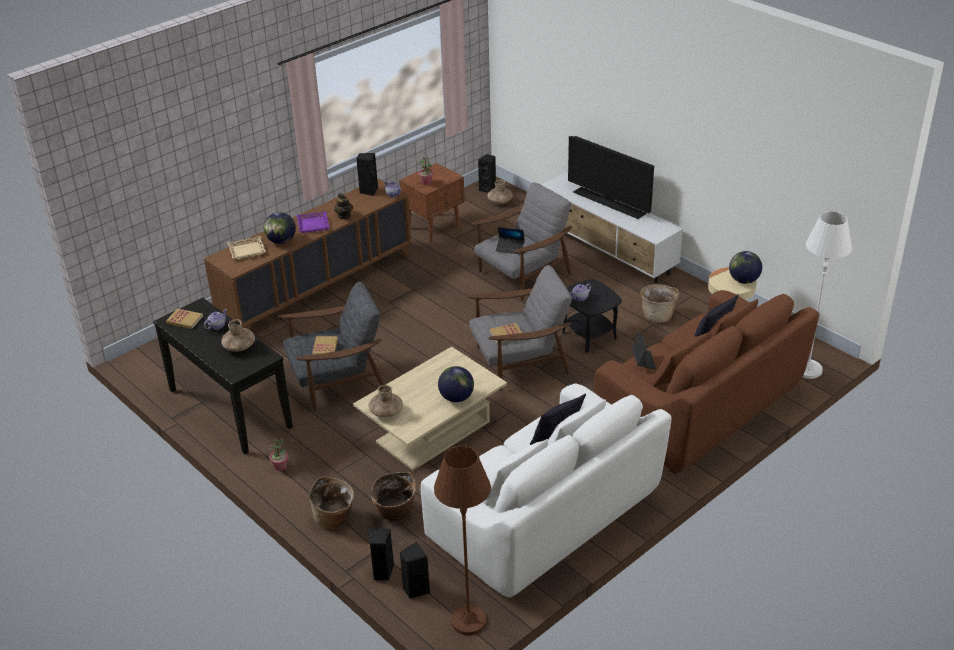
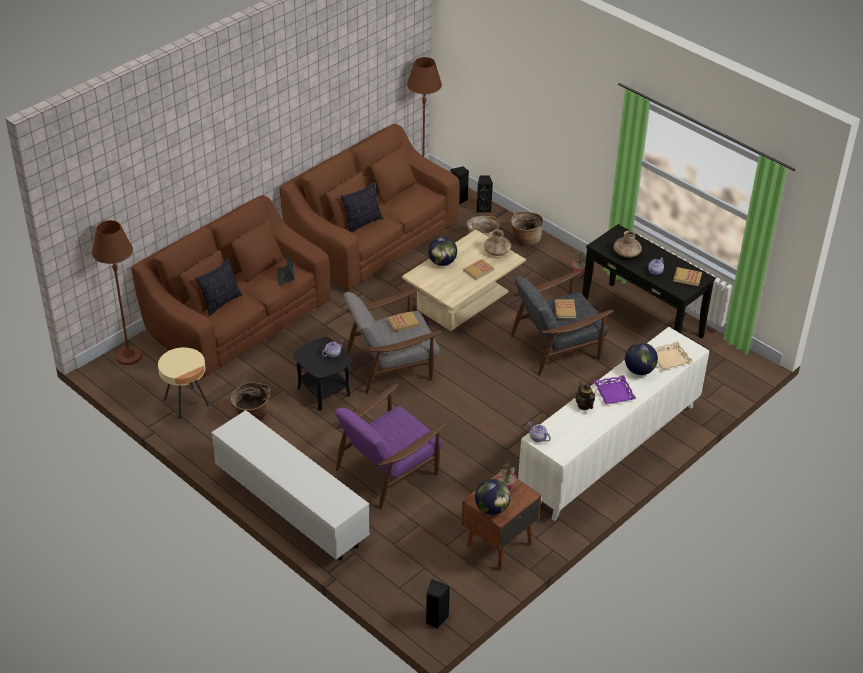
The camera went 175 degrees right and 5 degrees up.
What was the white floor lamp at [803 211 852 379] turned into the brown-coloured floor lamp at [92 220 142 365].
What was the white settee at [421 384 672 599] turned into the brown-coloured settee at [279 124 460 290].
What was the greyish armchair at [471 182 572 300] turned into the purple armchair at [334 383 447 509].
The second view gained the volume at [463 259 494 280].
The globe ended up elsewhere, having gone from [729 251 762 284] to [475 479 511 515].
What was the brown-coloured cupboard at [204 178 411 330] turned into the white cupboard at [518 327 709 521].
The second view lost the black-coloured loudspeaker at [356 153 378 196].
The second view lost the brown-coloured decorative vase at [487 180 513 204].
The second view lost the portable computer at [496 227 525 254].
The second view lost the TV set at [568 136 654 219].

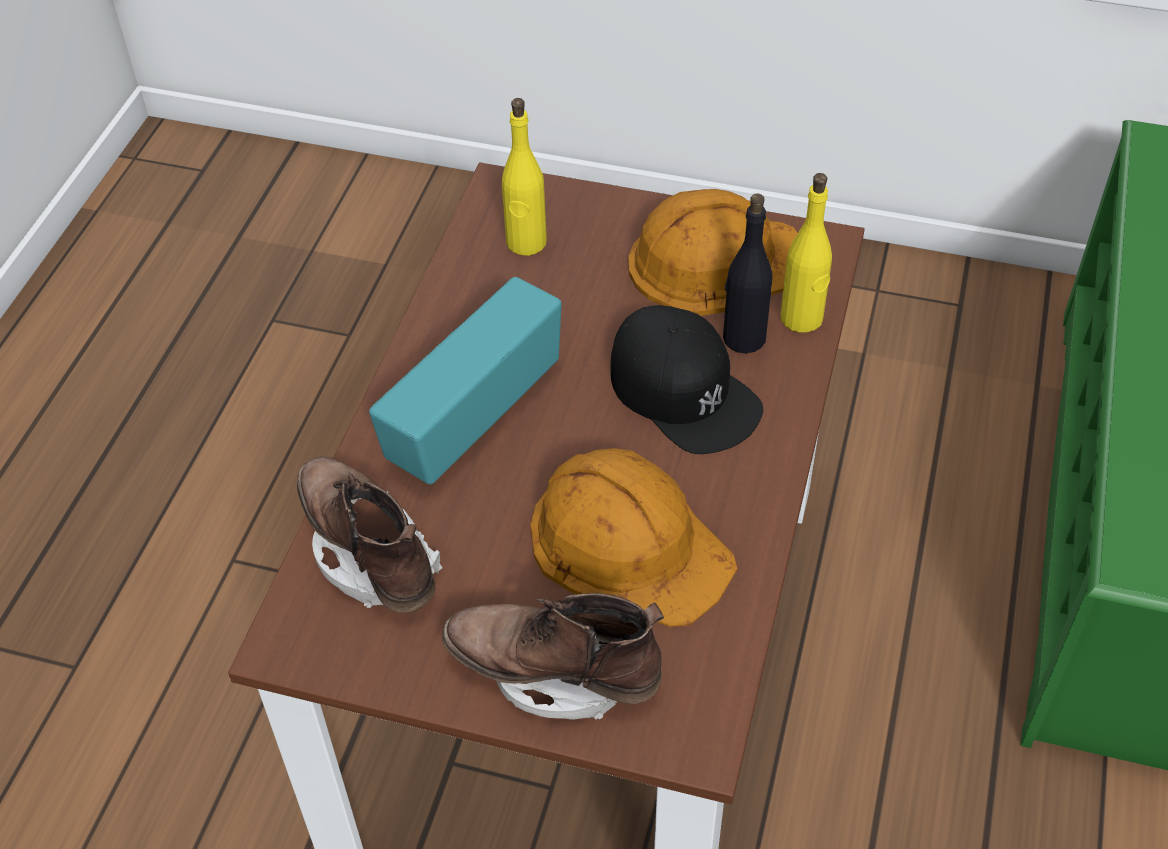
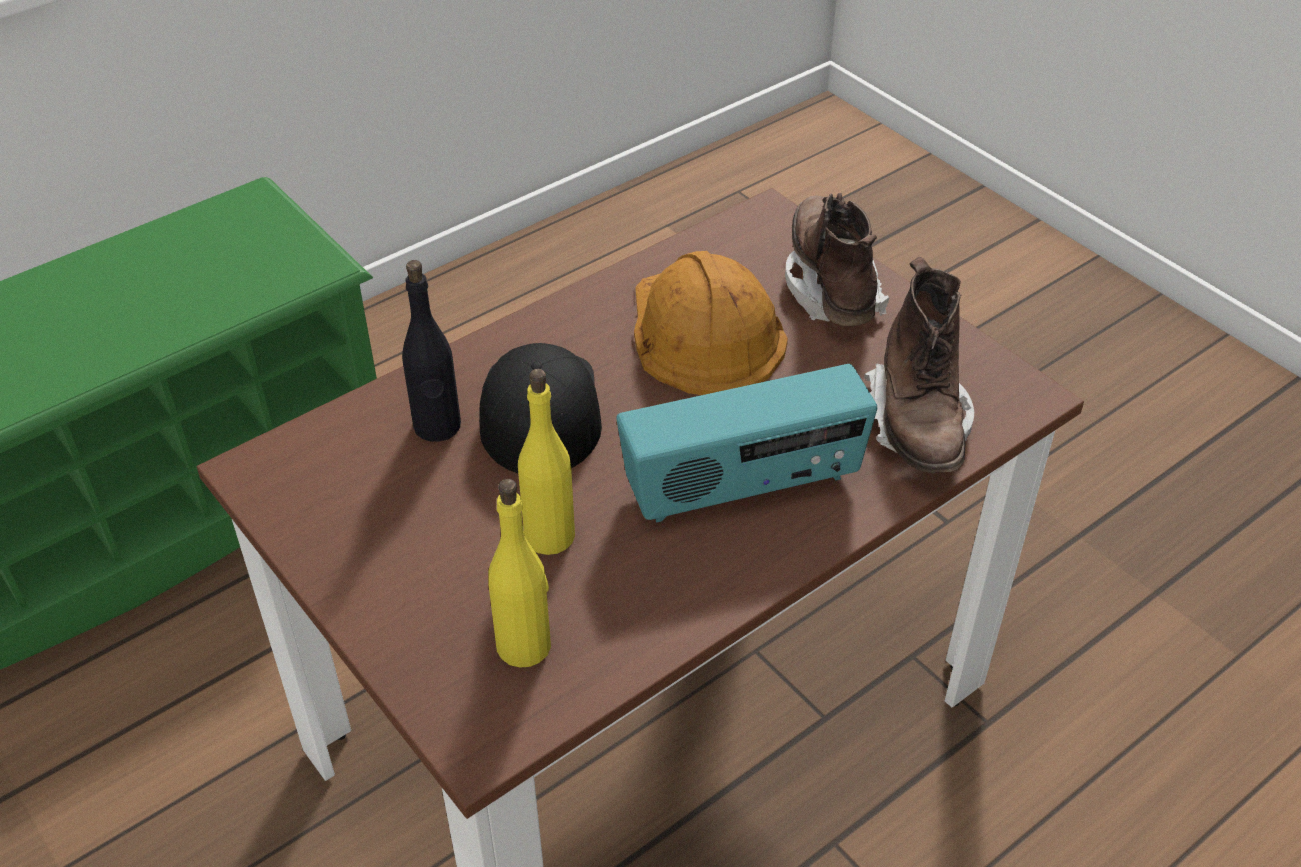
The camera went 145 degrees left and 5 degrees down.
The yellow drink bottle ended up elsewhere, having gone from [781 173 832 333] to [518 369 575 555].
The brown-coloured high-top boot at [442 593 664 720] ended up facing another way, 150 degrees counterclockwise from before.
The second view lost the orange safety helmet at [628 189 798 316].

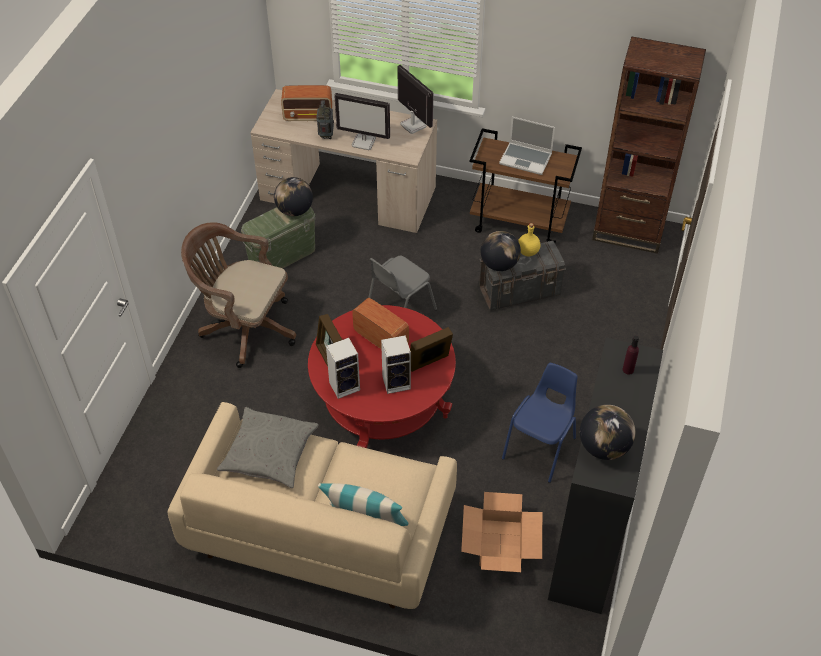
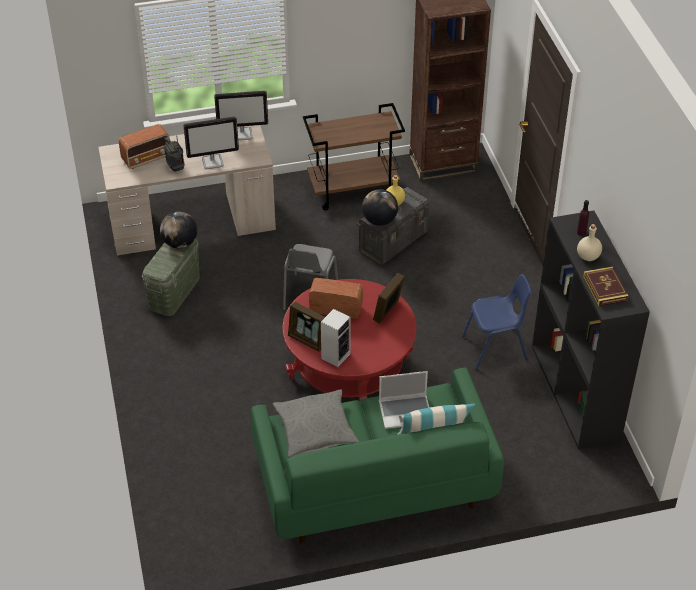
The camera went 30 degrees left and 5 degrees down.
The computer screen at [398 65 433 134] ended up facing another way, 150 degrees clockwise from before.
What was the beige-coloured settee at [168 402 457 609] turned into the green-coloured settee at [251 368 504 543].
The portable computer ended up elsewhere, having gone from [499 116 555 175] to [379 371 429 429].
The bluish upright chair at [502 363 578 483] ended up facing another way, 75 degrees clockwise from before.
The second view gained the beige-coloured drink bottle at [577 224 602 261].
Where the globe stood at [580 405 636 460], the volume came to stand at [583 266 629 306].
The second view lost the brown-coloured computer chair at [181 222 296 368].
The second view lost the loudspeaker at [381 335 411 394].
The second view lost the packing box at [461 492 542 572].

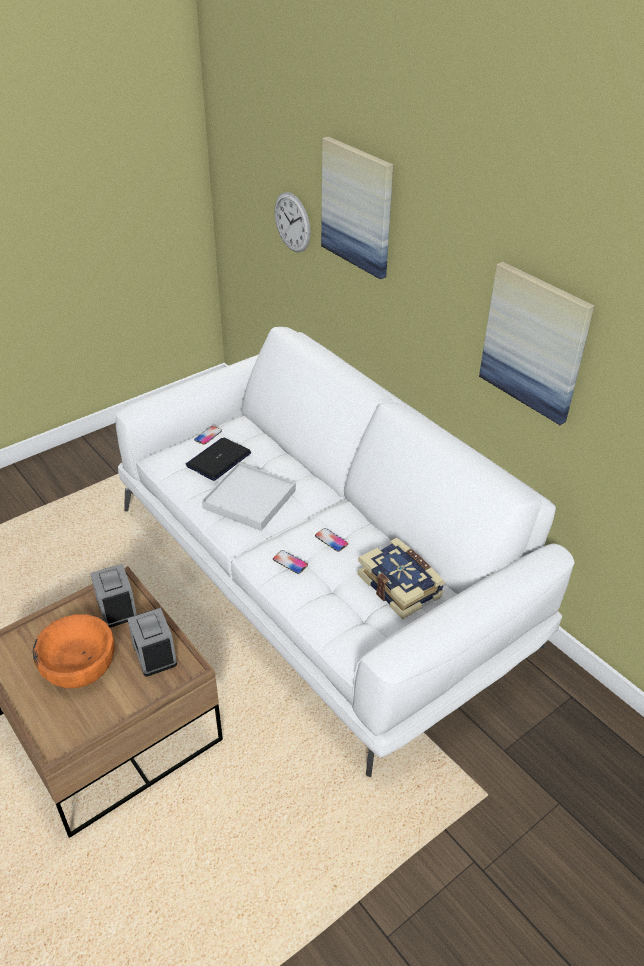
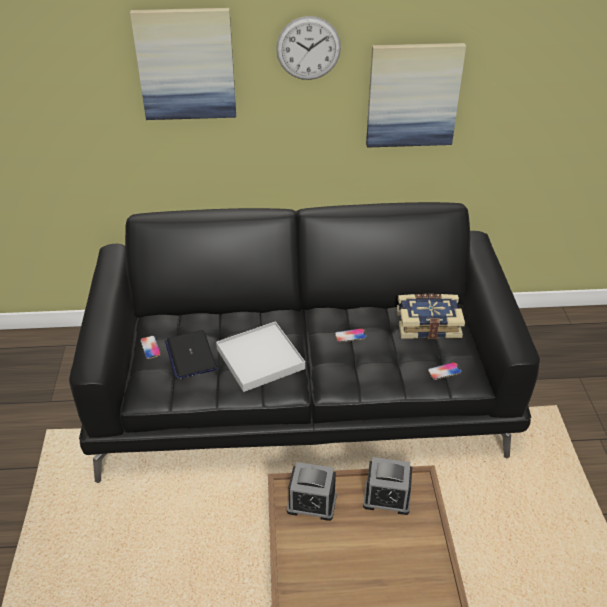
The camera went 55 degrees left and 0 degrees up.
What was the white settee at [115 327 575 777] turned into the black-coloured settee at [69 202 540 483].
The hanging clock ended up elsewhere, having gone from [274 192 311 252] to [276 16 341 80].
The handset ended up elsewhere, having gone from [273 550 308 574] to [428 362 462 380].
The second view lost the orange deep dish at [33 614 115 688].

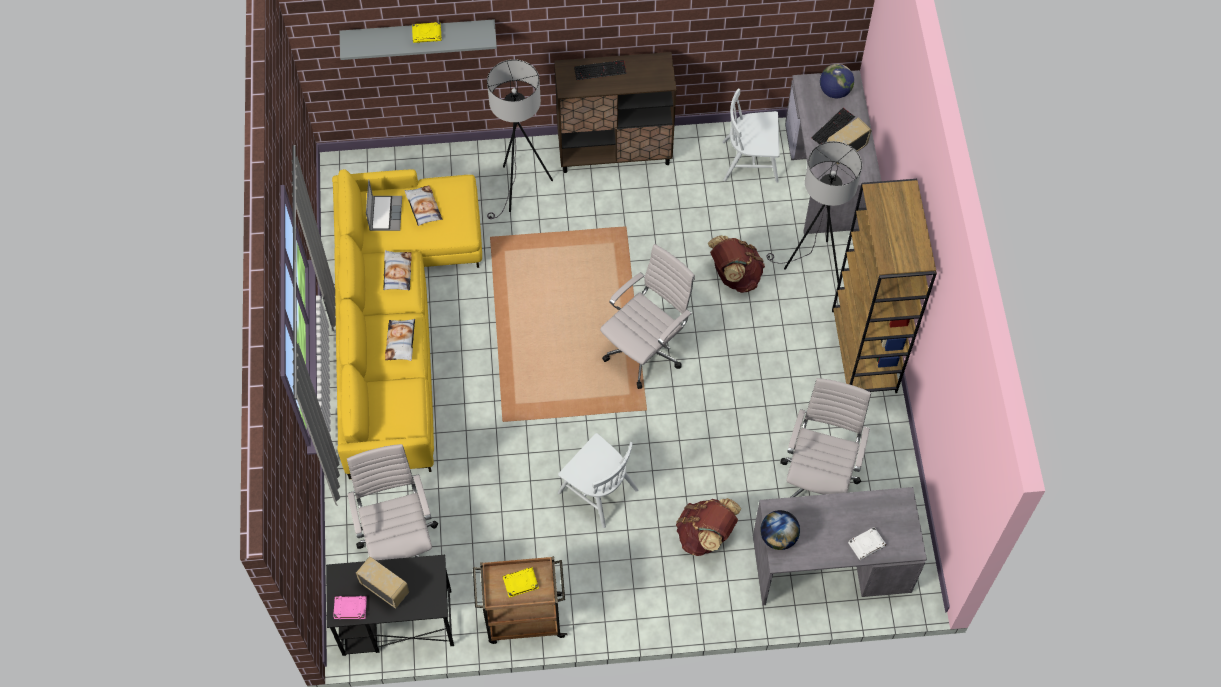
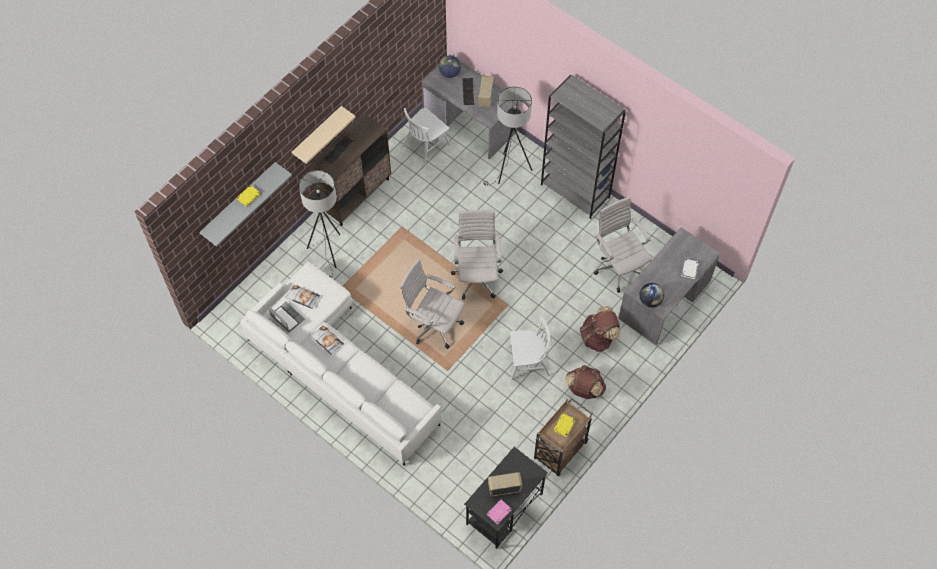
The camera went 45 degrees left and 0 degrees up.
What was the yellow settee at [332 169 482 479] turned into the white settee at [240 261 442 466].
The second view gained the beige-coloured bracket shelf at [292 106 356 164].
The white computer chair ended up elsewhere, having gone from [347 444 438 560] to [400 259 465 349].
What was the brown-coloured bookshelf at [832 179 937 393] turned into the greyish bookshelf at [541 74 626 219].
The brown-coloured knapsack ended up elsewhere, having gone from [708 235 765 293] to [565 365 606 399].
The second view lost the throw pillow at [385 319 415 361].

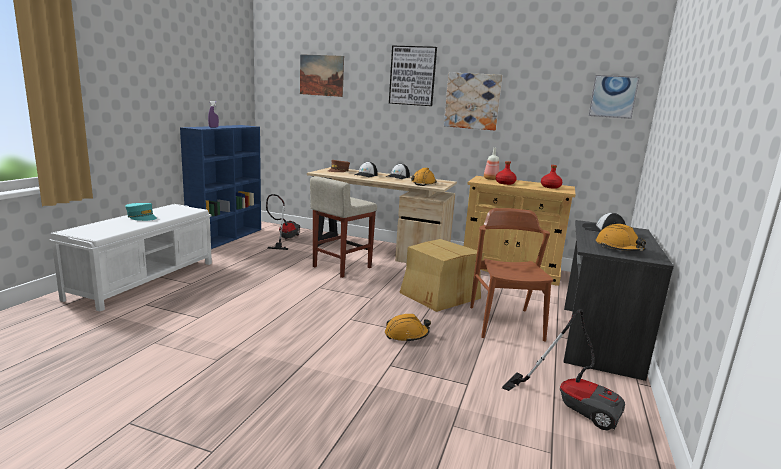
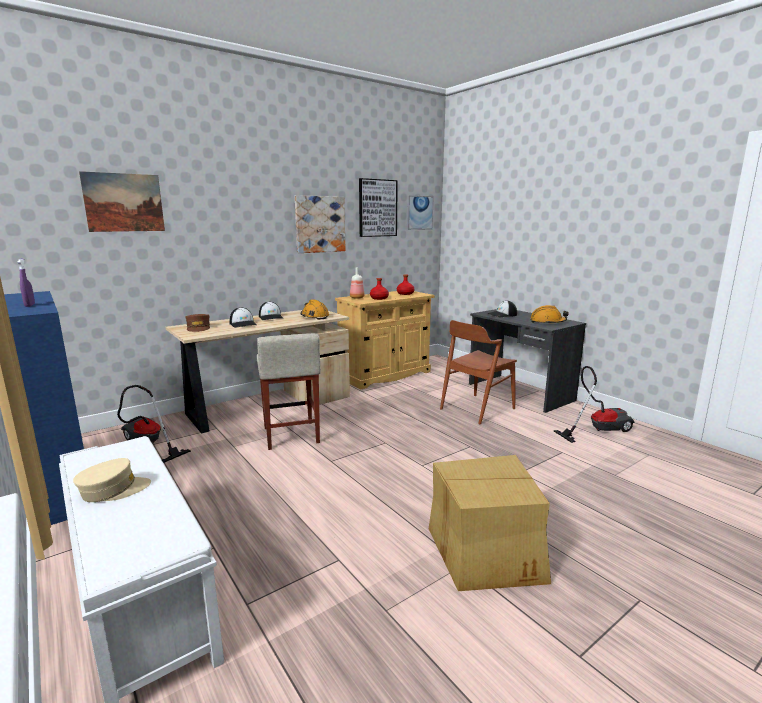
The camera went 55 degrees left and 0 degrees up.
What was the turquoise peaked cap at [125 203 157 221] turned into the beige-coloured peaked cap at [73 458 151 502].
The picture ended up elsewhere, having gone from [389 46 437 106] to [359 178 398 237].
The packing box ended up elsewhere, having gone from [399 239 484 312] to [429 455 551 591].
The brown-coloured upright chair at [470 208 553 342] ended up facing another way, 75 degrees counterclockwise from before.
The second view lost the orange safety helmet at [385 314 431 343].

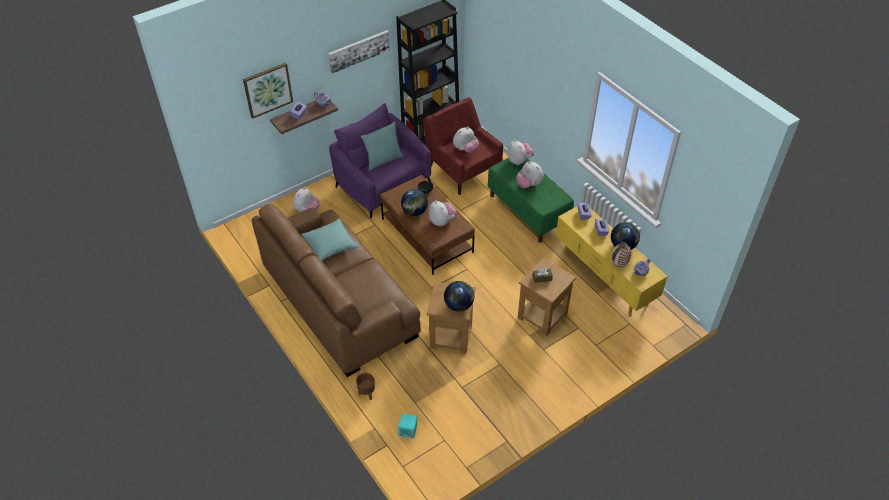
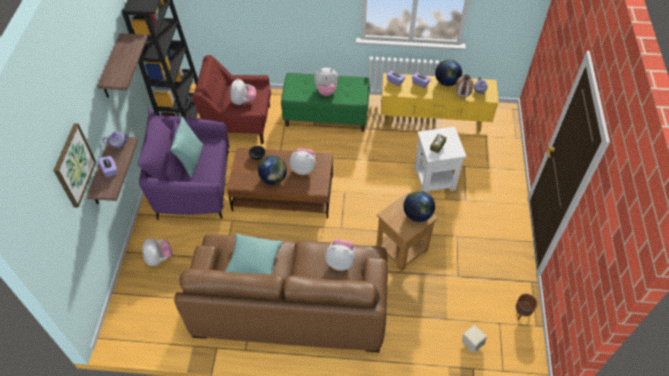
The camera went 50 degrees left and 5 degrees up.
Where the picture hung at [328 30 390 74], the bracket shelf came to hang at [97 33 148 98].
The soft toy ended up elsewhere, having gone from [507 140 534 165] to [325 239 355 271].
What was the brown-coloured end table at [518 258 576 336] turned into the white end table at [414 127 467 193].
What was the turquoise loudspeaker at [398 414 417 438] turned into the beige-coloured loudspeaker at [462 325 487 353].
The brown-coloured plant pot ended up elsewhere, having gone from [356 373 375 400] to [516 294 537 320].

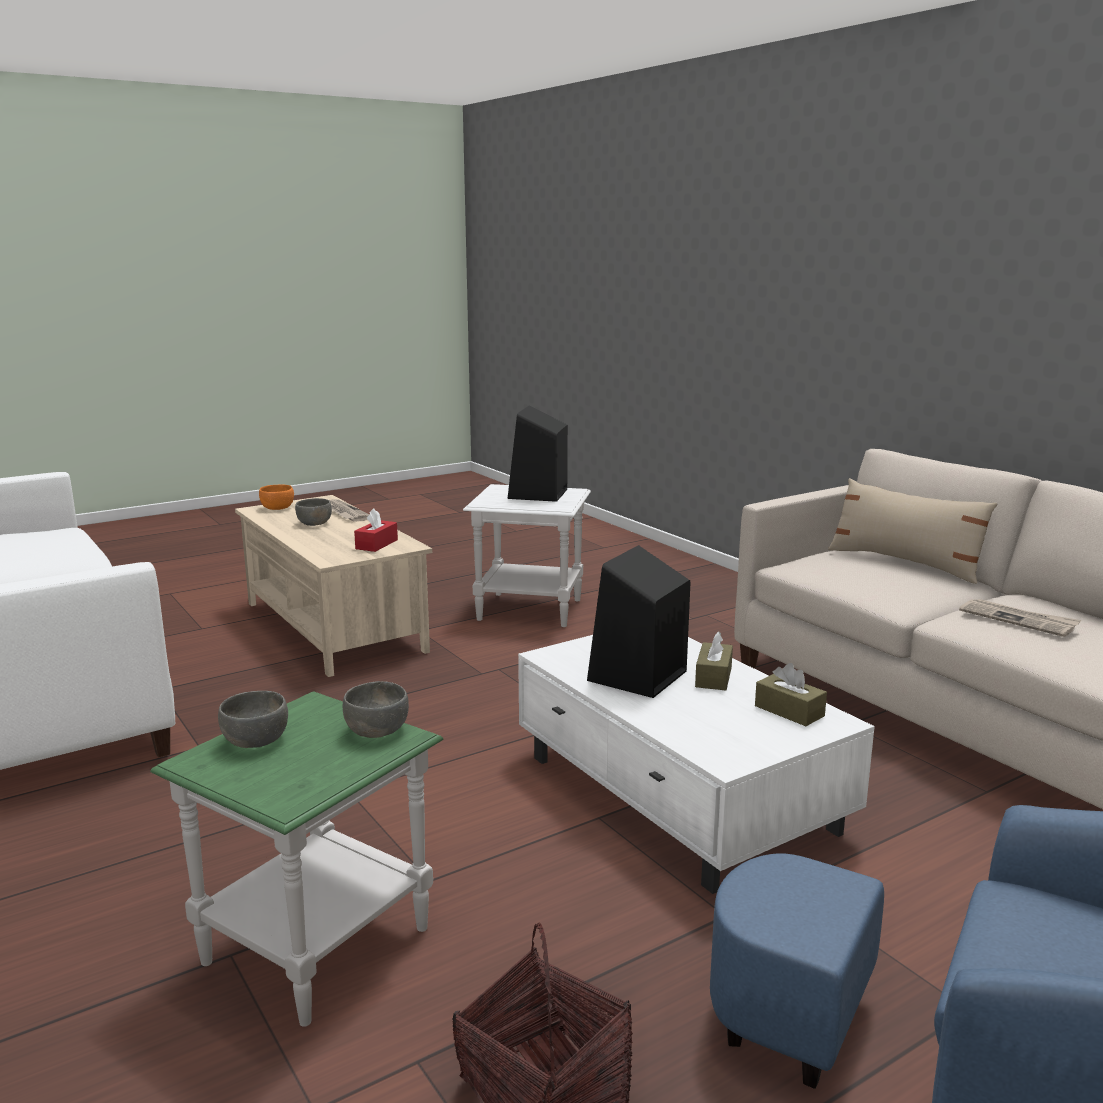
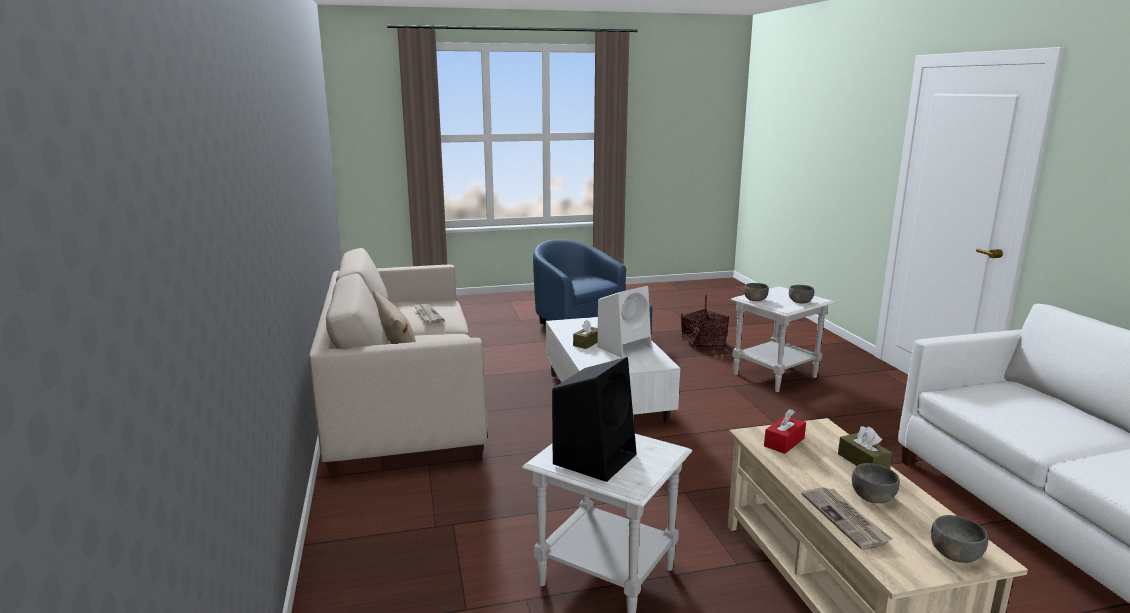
The camera went 160 degrees left and 0 degrees up.
What was the black-coloured loudspeaker at [587 545 691 698] turned into the white loudspeaker at [597 286 652 358].
What was the green-coloured end table at [150 691 443 1027] turned into the white end table at [731 286 834 392].
The brown-coloured tissue box ended up elsewhere, having gone from [755 663 827 726] to [838 426 892 469].
What was the orange deep dish at [259 485 294 510] turned into the greyish deep dish at [931 515 988 563].

